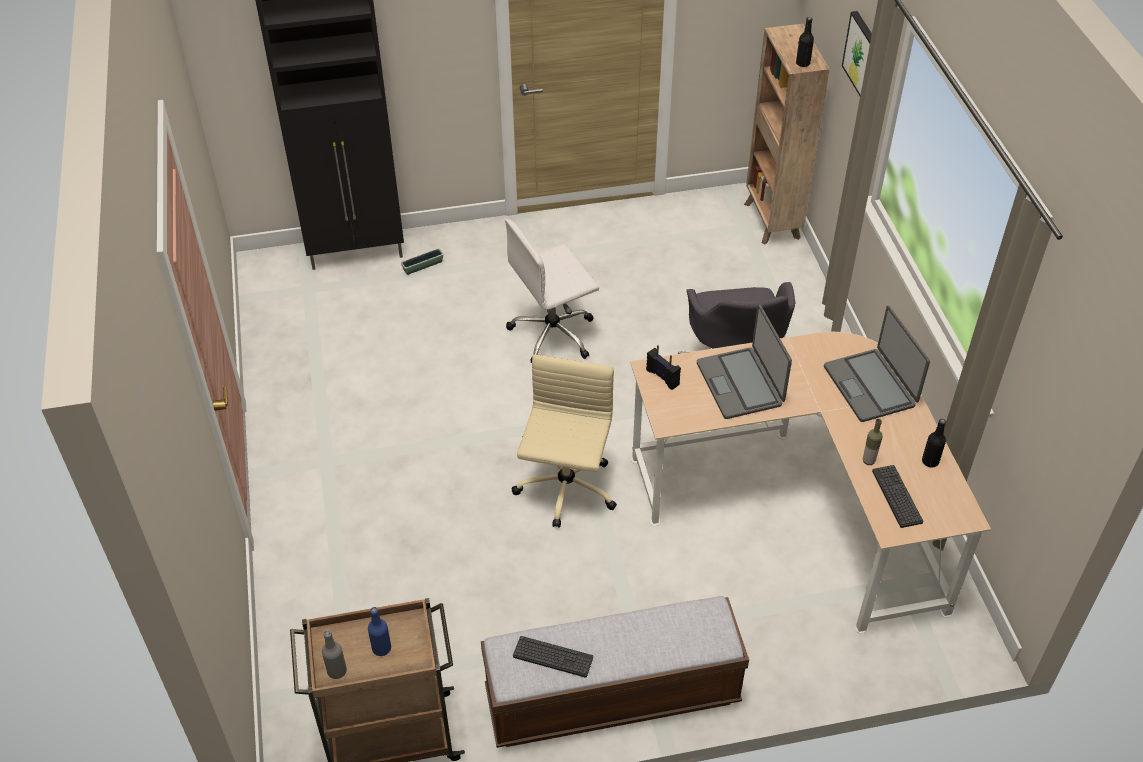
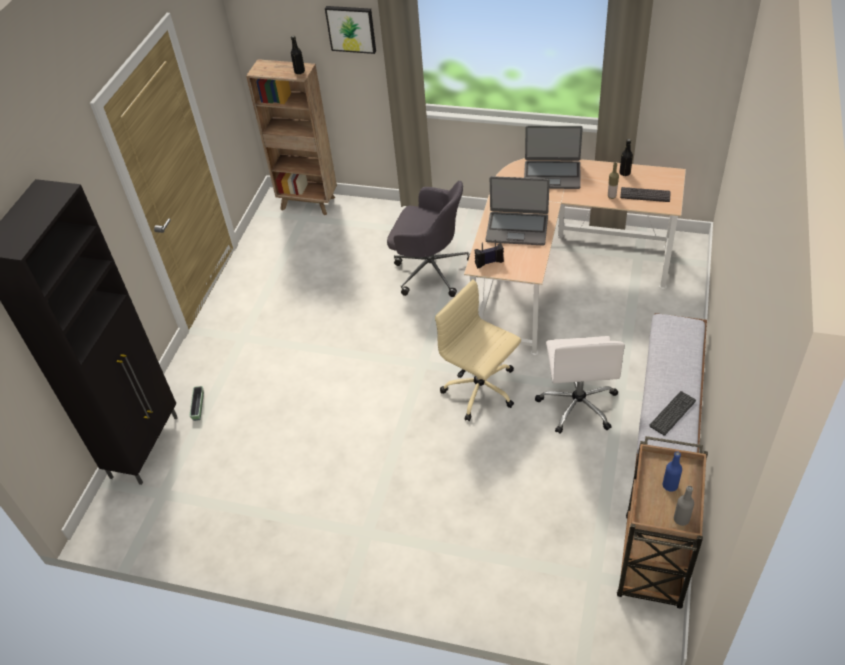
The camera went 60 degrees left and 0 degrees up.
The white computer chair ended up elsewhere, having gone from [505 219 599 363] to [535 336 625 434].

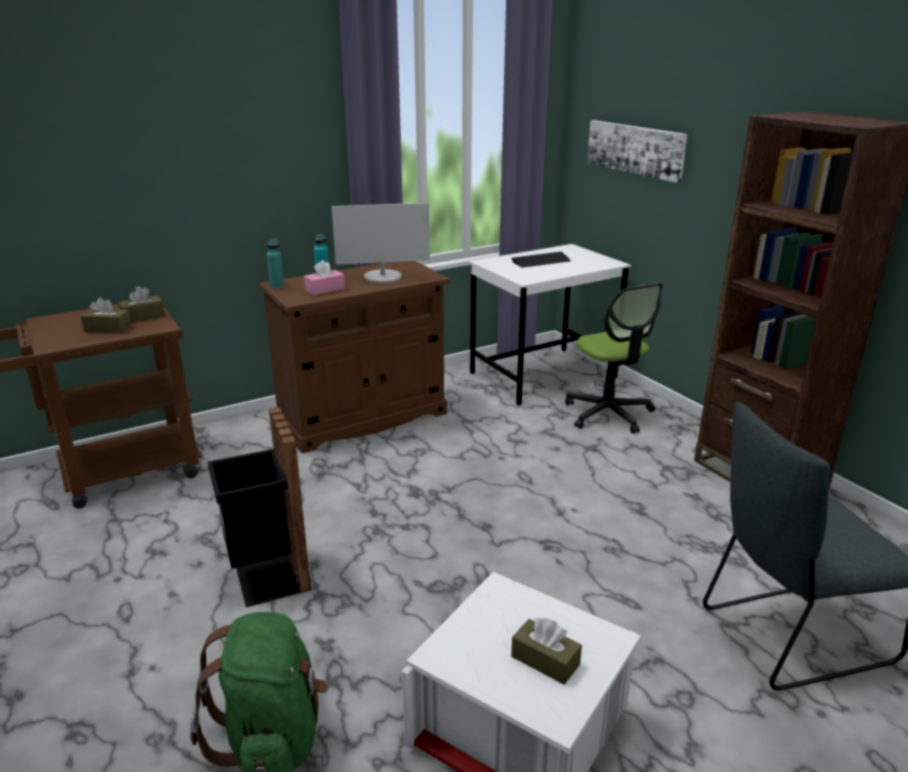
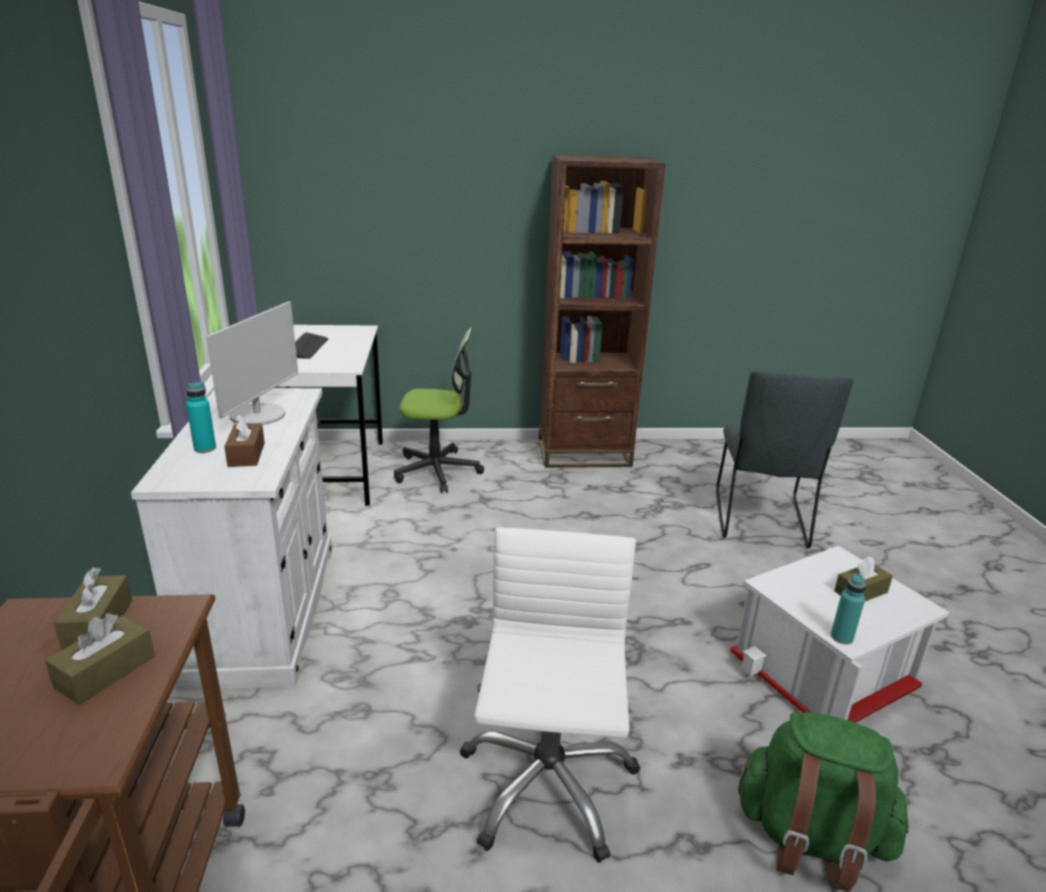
The camera went 65 degrees left and 0 degrees up.
What was the brown-coloured cupboard at [259 261 450 453] turned into the white cupboard at [131 388 332 690].
What was the pink-coloured tissue box at [304 260 345 295] turned into the brown-coloured tissue box at [224 413 265 467].
Where the black-coloured rubbish bin stood at [208 407 312 607], the white computer chair came to stand at [460 527 640 863].
The turquoise drink bottle ended up elsewhere, having gone from [266 239 284 289] to [831 573 866 644].
The second view lost the picture at [587 120 688 183].

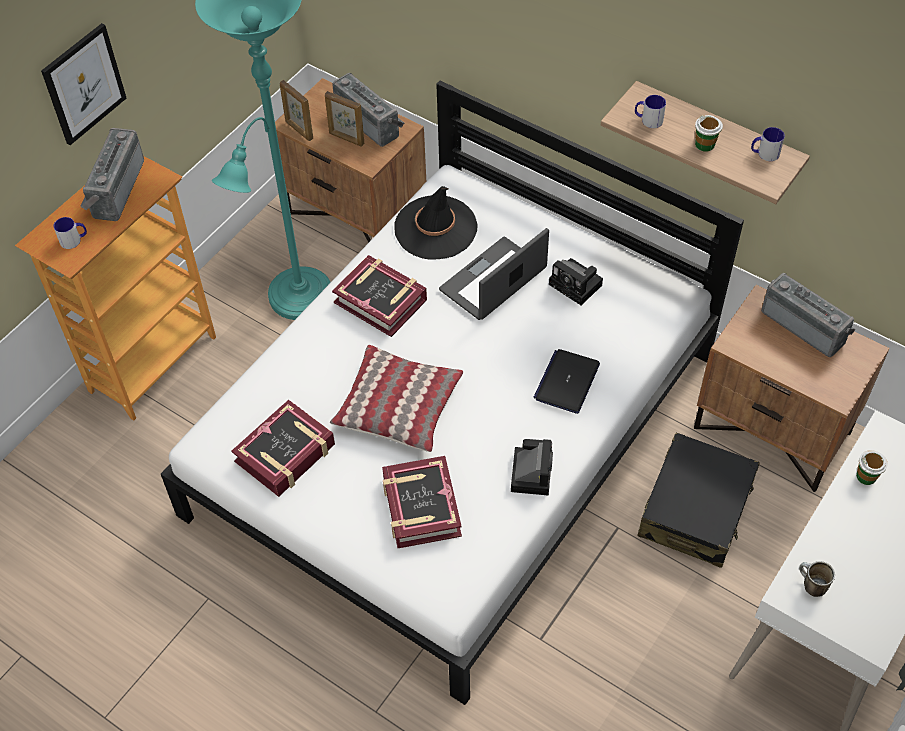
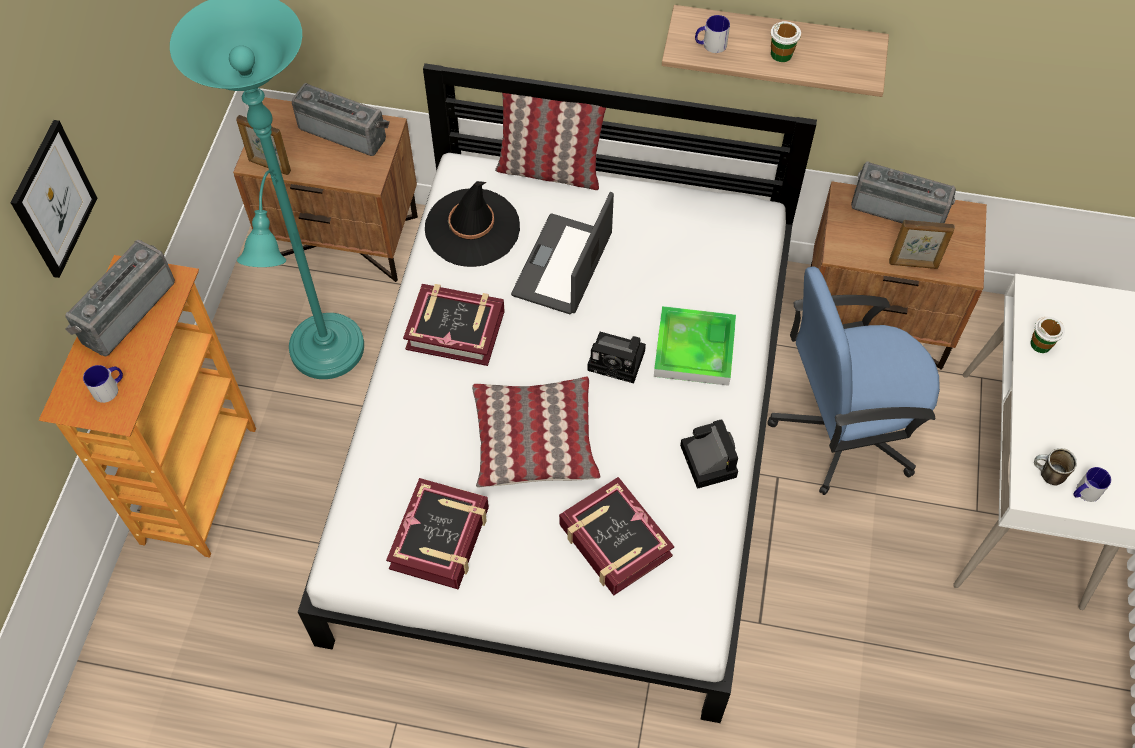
The camera went 25 degrees left and 5 degrees up.
The radio at [80 128 144 221] ended up facing another way, 45 degrees clockwise from before.
The second view gained the throw pillow at [495 93 606 190].
The photo camera ended up elsewhere, having gone from [549 258 603 305] to [587 332 646 383].
Where the portable computer stood at [533 349 600 414], the serving tray came to stand at [654 306 736 386].
Where the black-coloured suitcase stood at [638 433 760 568], the bluish computer chair came to stand at [767 267 940 495].
The photo frame ended up elsewhere, having gone from [325 91 364 147] to [889 220 955 269].
The coffee mug ended up elsewhere, having gone from [751 127 785 161] to [1073 467 1111 502].

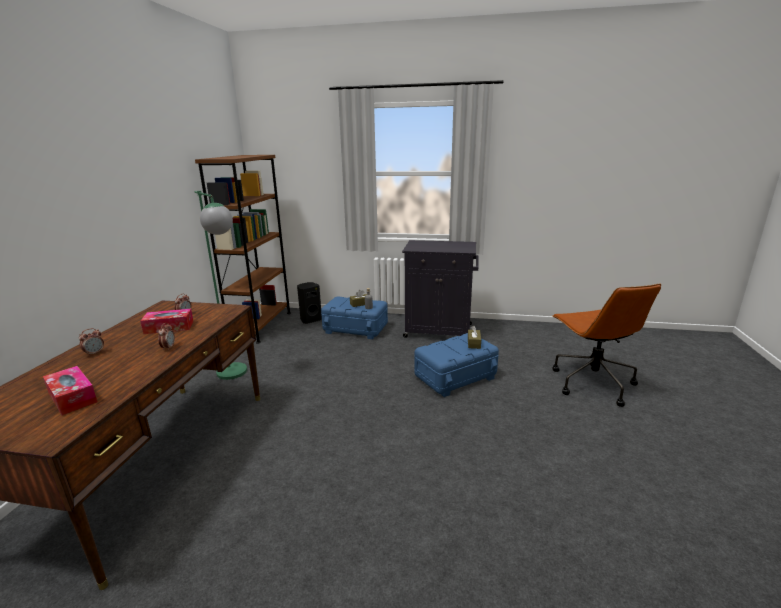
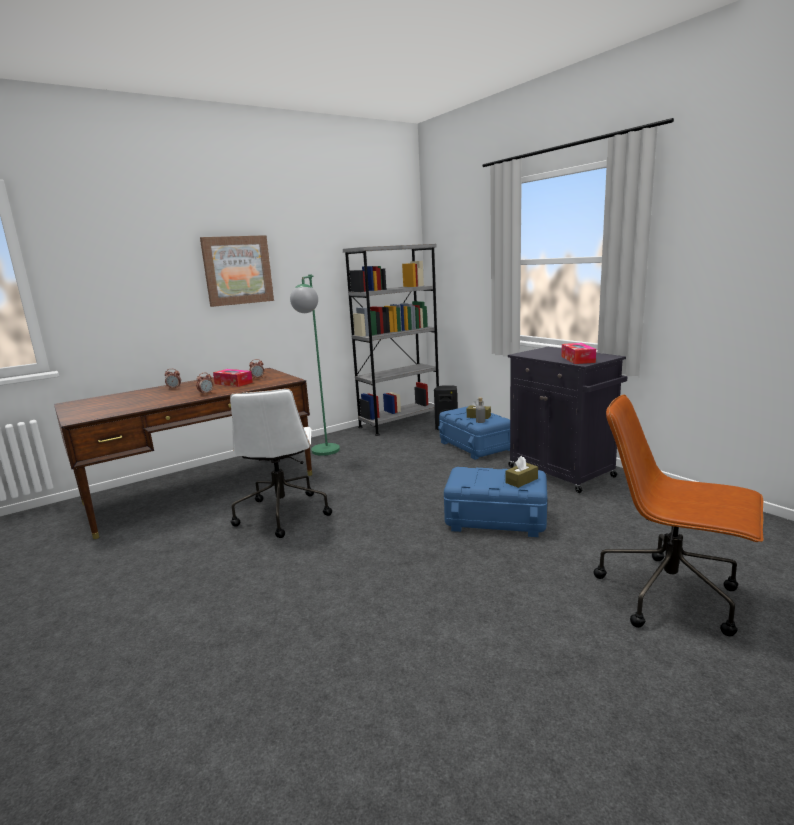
The camera went 45 degrees right and 5 degrees down.
The second view gained the picture at [200 235 274 307].
The second view gained the white computer chair at [230 388 332 538].
What was the brown-coloured bookshelf at [195 155 291 344] turned into the greyish bookshelf at [343 244 439 436].
The tissue box ended up elsewhere, having gone from [43 366 98 415] to [561 343 596 364].
The brown-coloured computer chair at [552 284 661 407] ended up facing another way, 90 degrees clockwise from before.

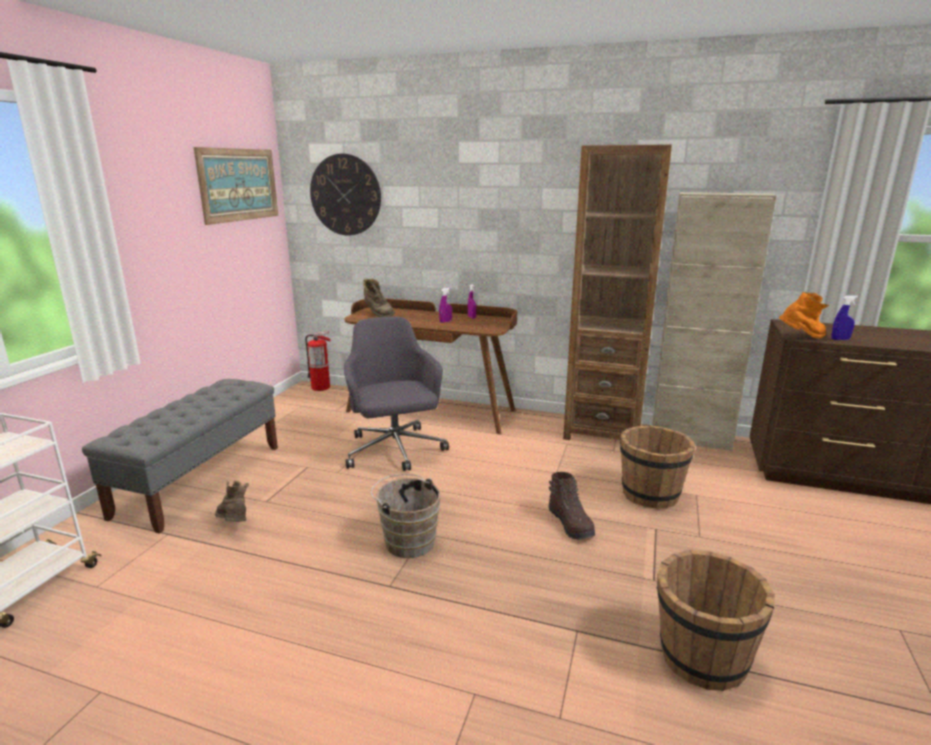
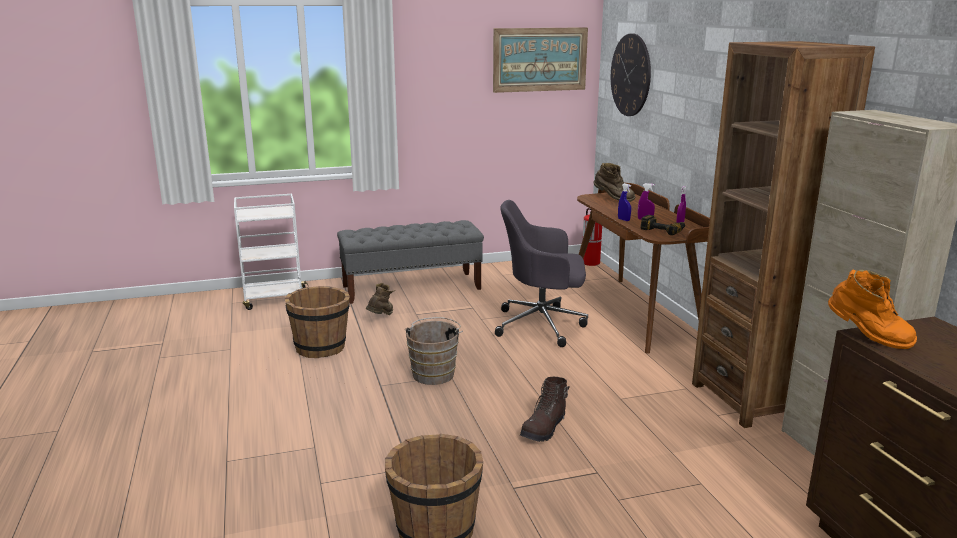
The camera went 55 degrees right and 0 degrees up.
The brown-coloured water bucket ended up elsewhere, having gone from [620 425 695 509] to [285 286 350 358].
The greyish computer chair at [344 316 449 471] ended up facing another way, 120 degrees counterclockwise from before.
The brown-coloured high-top boot at [363 278 395 317] ended up facing another way, 75 degrees counterclockwise from before.
The bluish spray bottle ended up elsewhere, having gone from [831 295 858 340] to [618 183 631 221].
The second view gained the drill at [641 215 685 235].

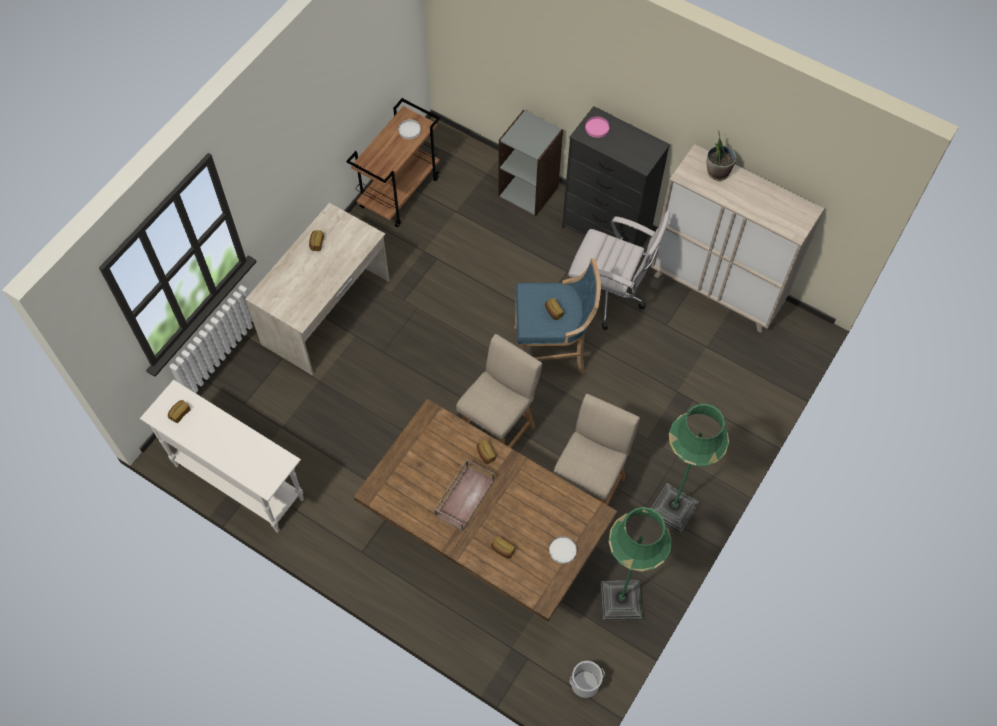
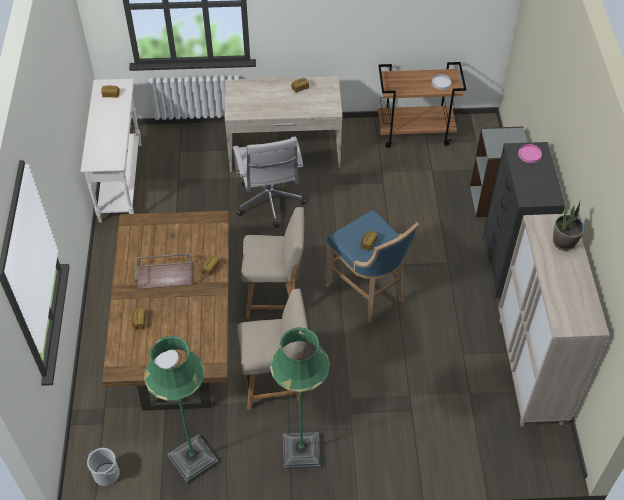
The camera went 55 degrees right and 10 degrees down.
The white computer chair ended up elsewhere, having gone from [568 211 670 330] to [233 136 306 228].

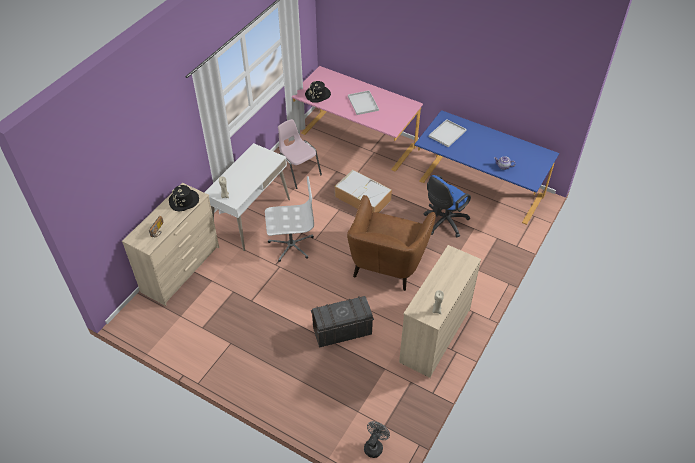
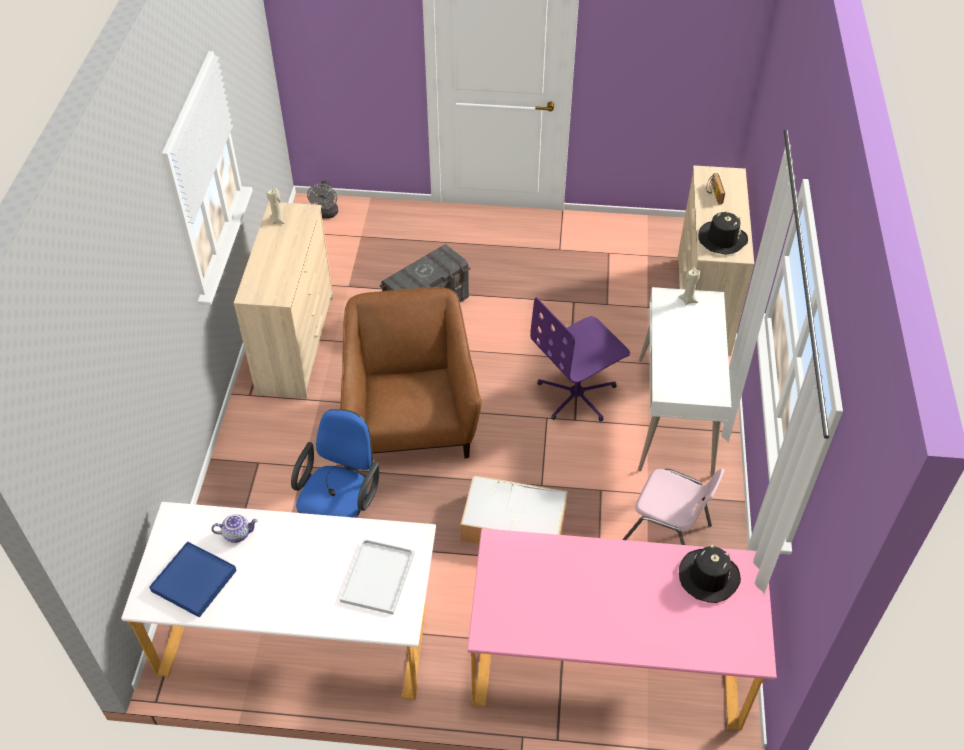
The camera went 155 degrees right and 0 degrees up.
What was the bluish desk at [415 110 559 225] turned into the white desk at [121 502 436 700].
The second view gained the bluish serving tray at [149 541 237 618].
What was the white computer chair at [265 176 314 262] turned into the purple computer chair at [530 297 630 422].
The second view lost the white serving tray at [348 90 379 115].

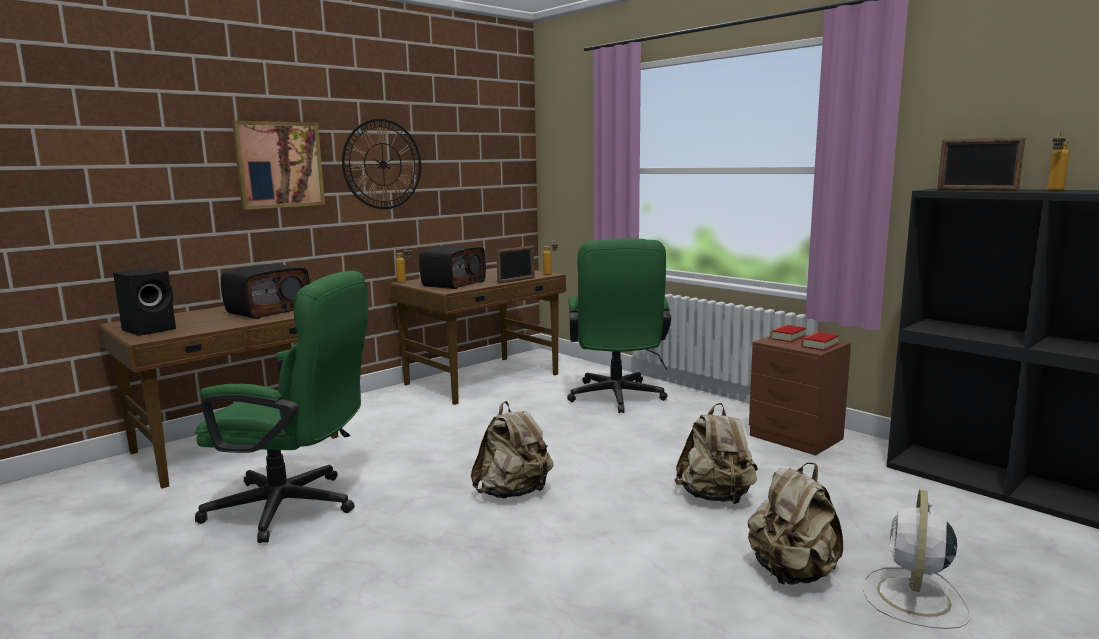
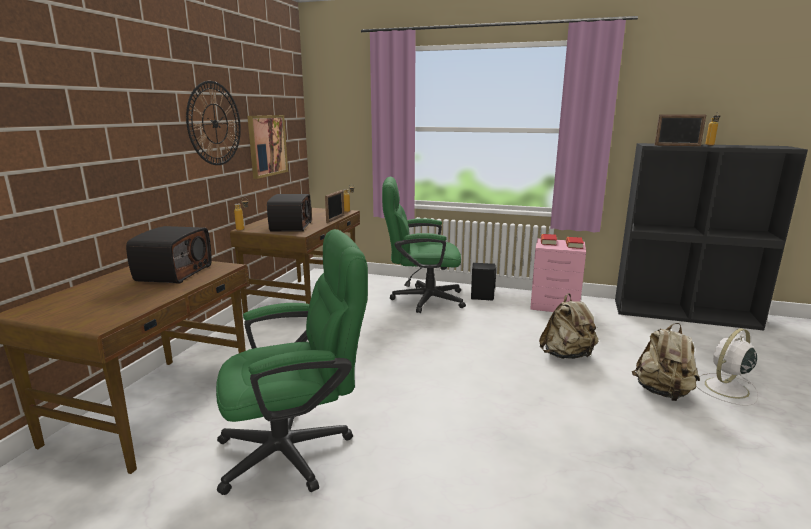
The camera went 30 degrees left and 5 degrees up.
The picture ended up elsewhere, having gone from [232 121 325 210] to [247 115 288 179].
The green-coloured computer chair at [567 238 671 413] ended up facing another way, 120 degrees clockwise from before.
The black-coloured loudspeaker ended up elsewhere, having gone from [113 268 176 336] to [471 263 496 301].
What was the brown-coloured night table at [749 335 851 456] turned into the pink-coloured night table at [530 238 586 312].
The white cooling fan at [863 490 970 629] ended up facing another way, 60 degrees clockwise from before.
The second view lost the beige-coloured knapsack at [471 401 553 498].

